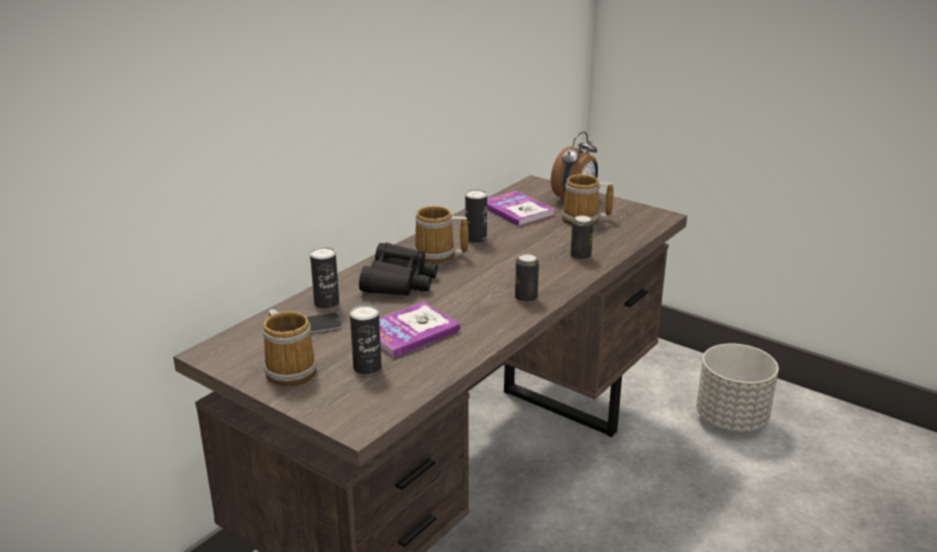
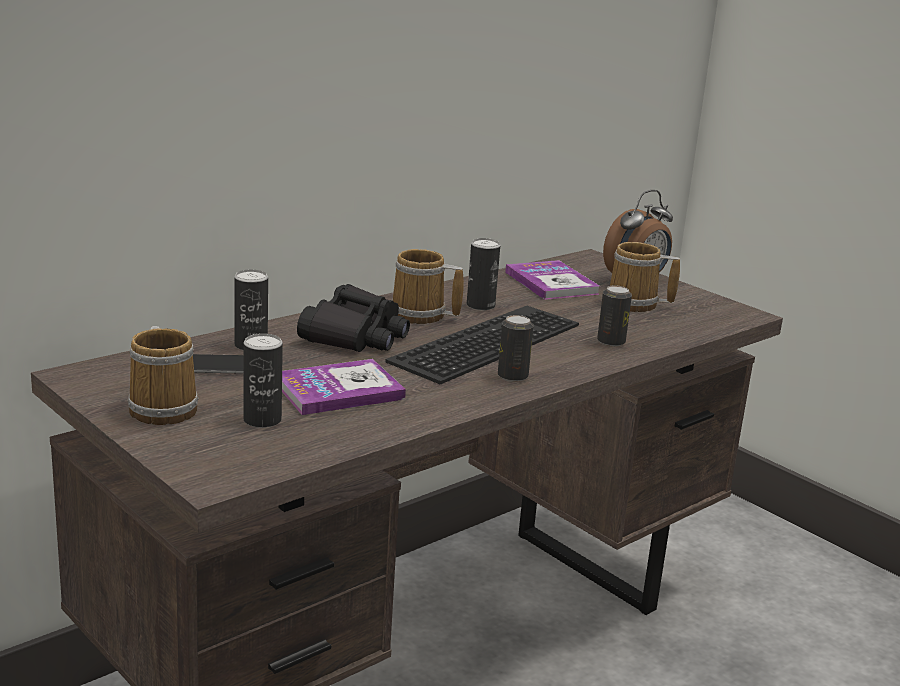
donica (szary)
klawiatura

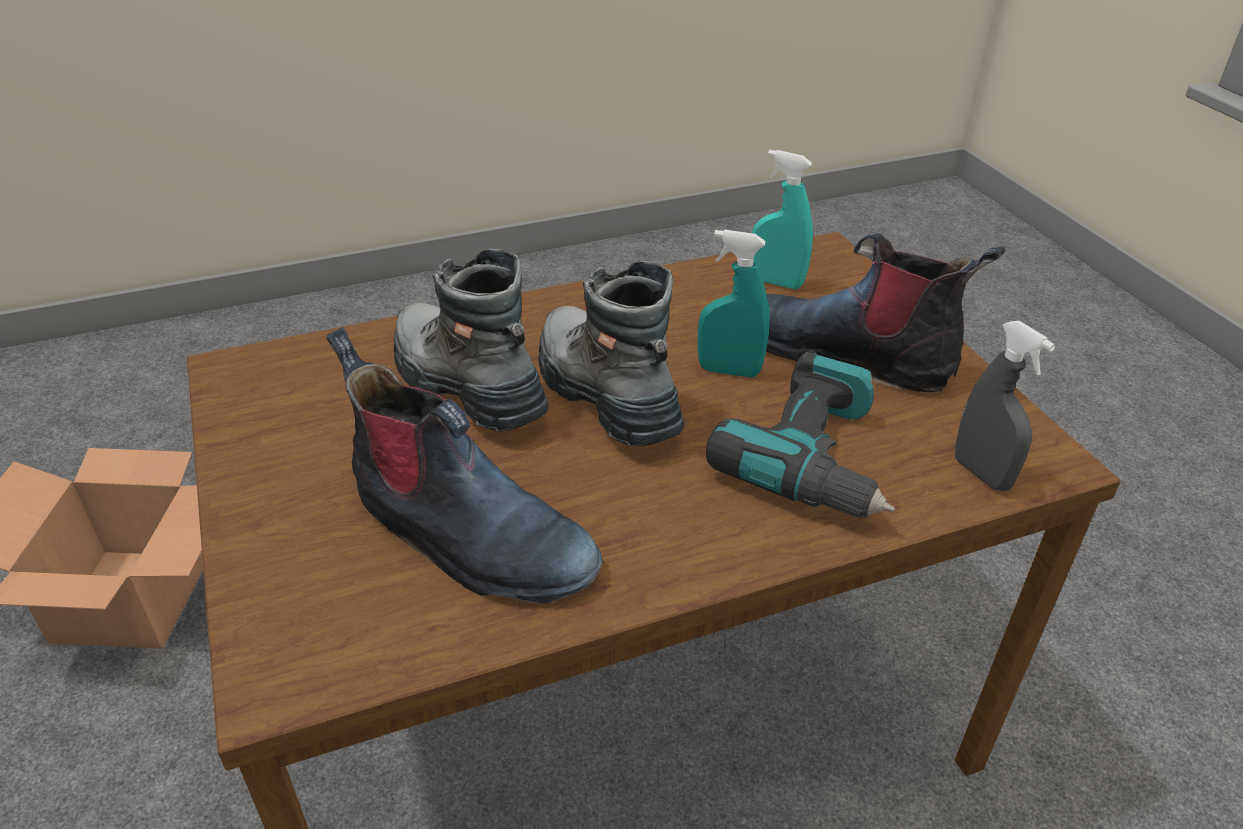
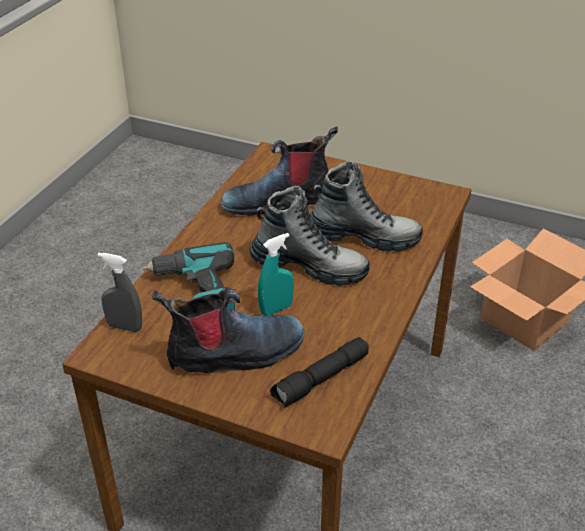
latarka (czarny)

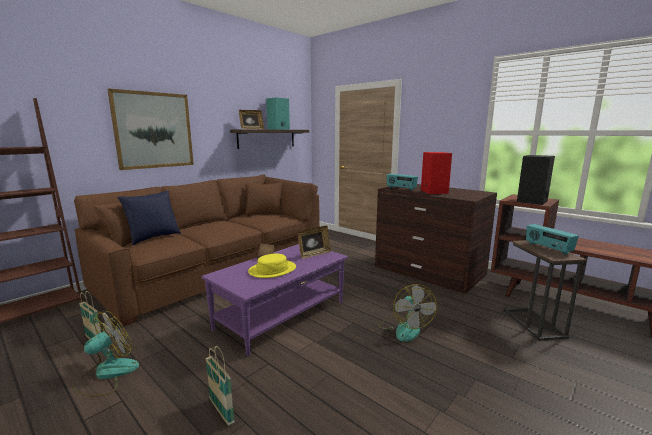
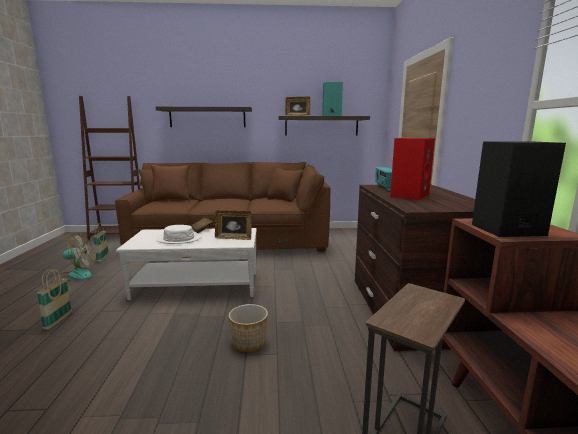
radio (no. 2 from left in the first image)
półka (no. 1 from left)
donica
poduszka (brązowy)
ława (biały)
kapelusz (biały)

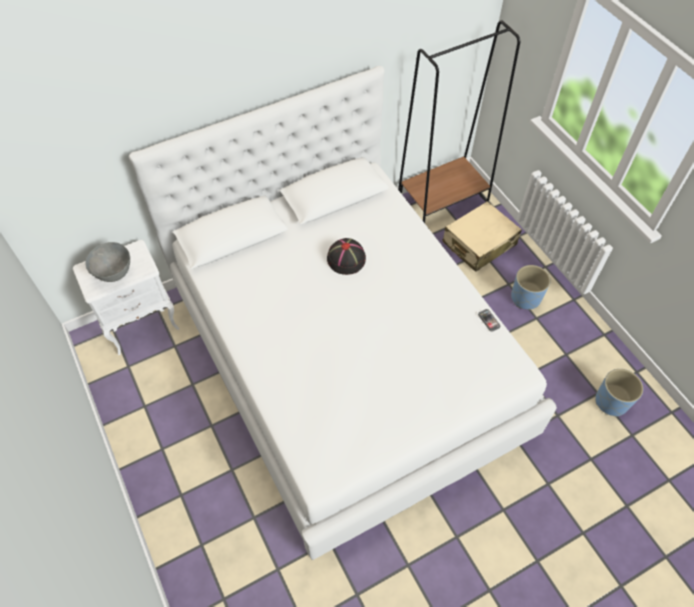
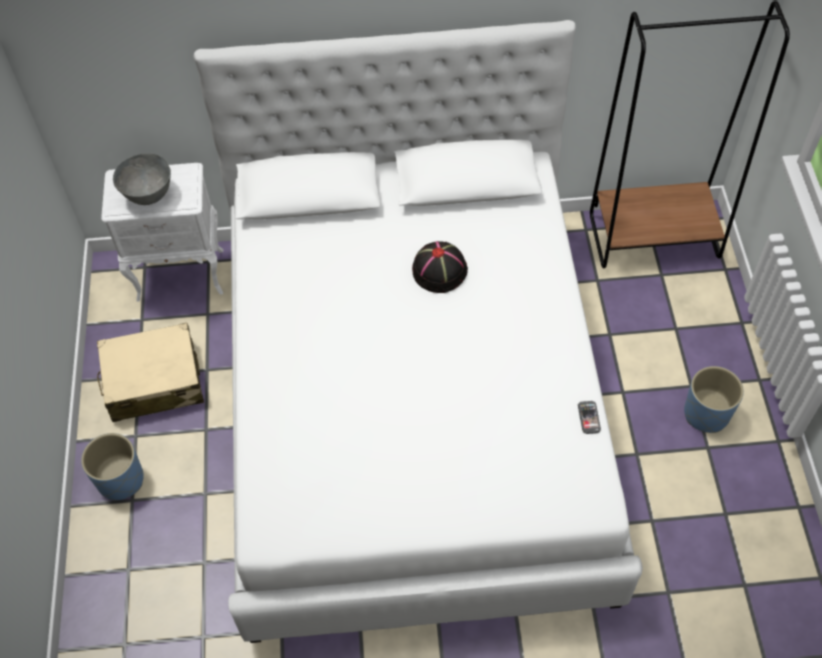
walizka (beżowy)
donica (niebieski) (no. 1 from left)

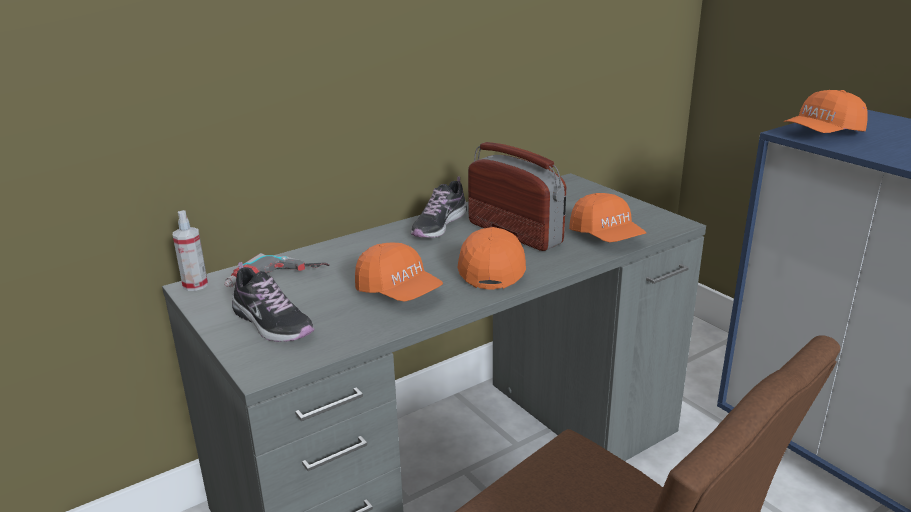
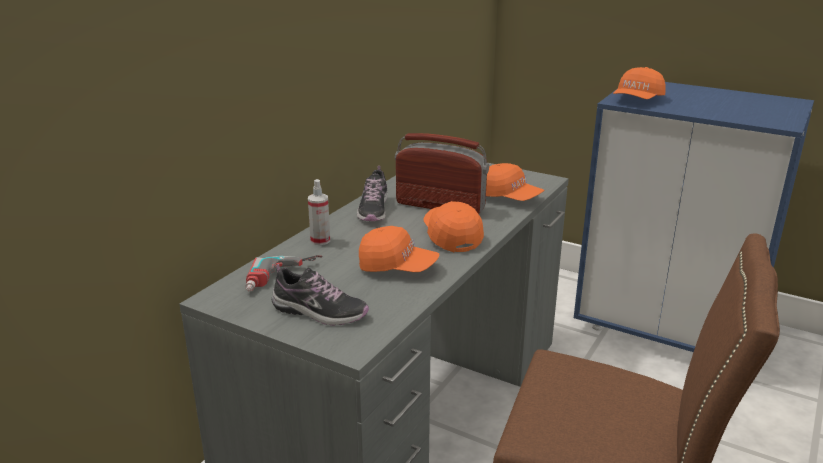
spryskiwacz

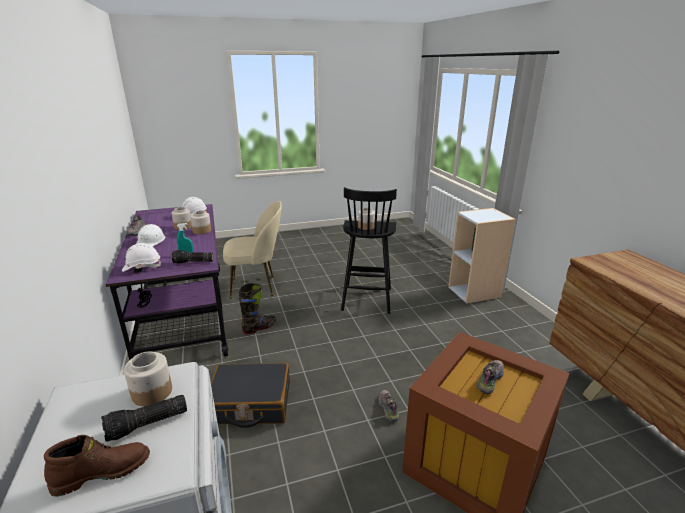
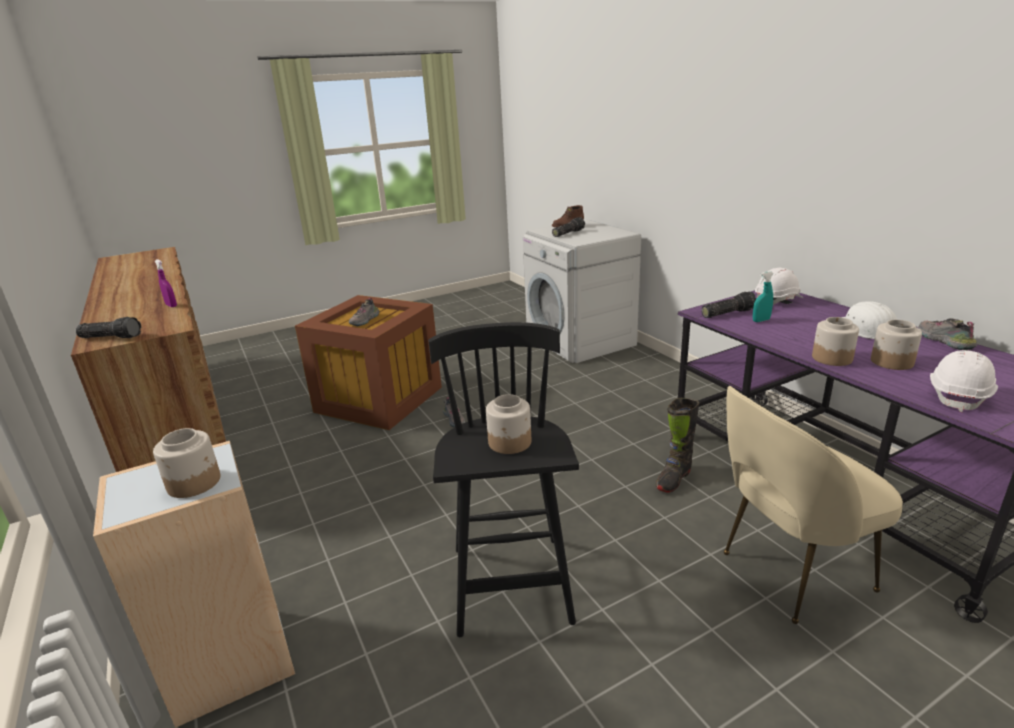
walizka (czarny)
latarka (no. 1 from left)
spryskiwacz (fioletowy)
słoik (no. 1 from left)

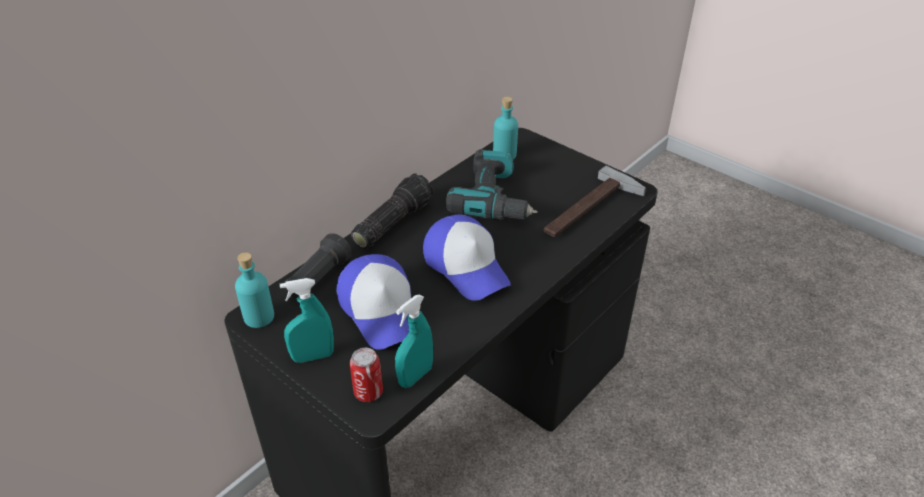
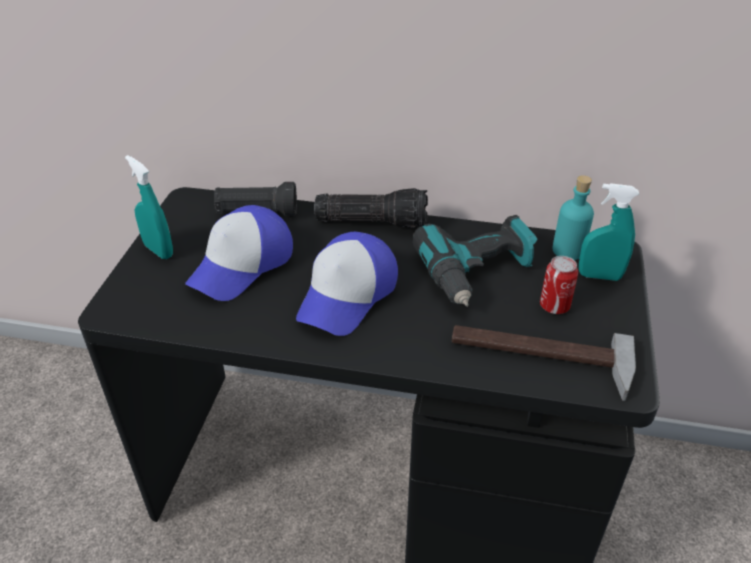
butelka (turkusowy) (no. 1 from left in the first image)
puszka
spryskiwacz (turkusowy) (no. 2 from left)

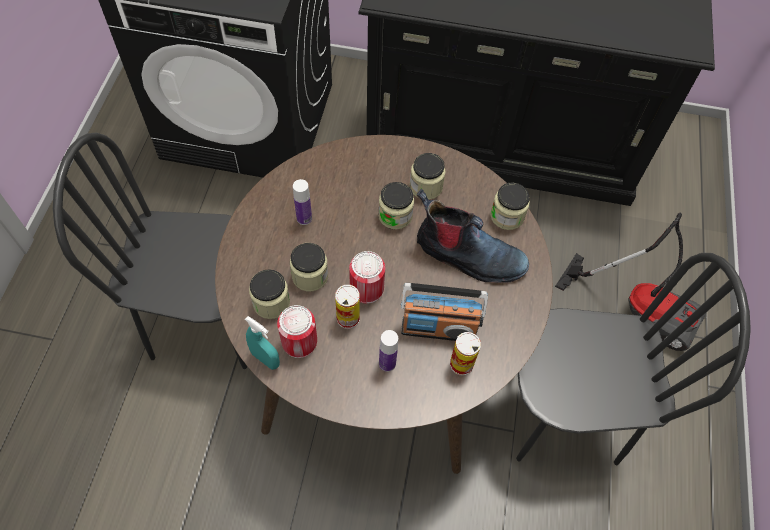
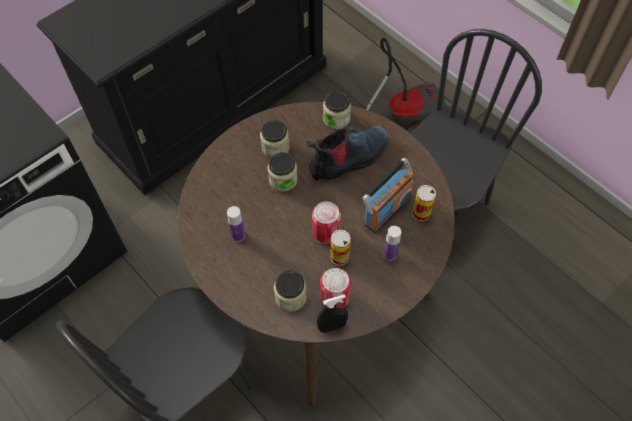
słoik (no. 2 from left in the first image)
spryskiwacz (czarny)

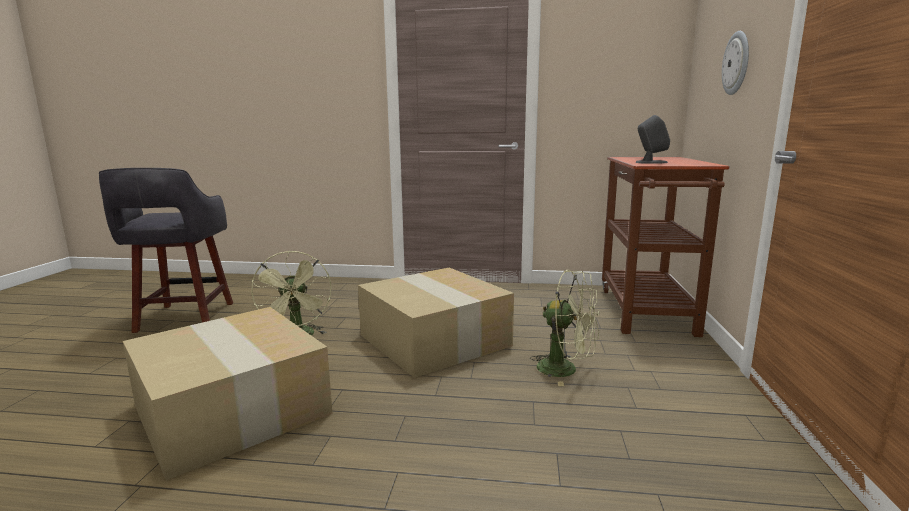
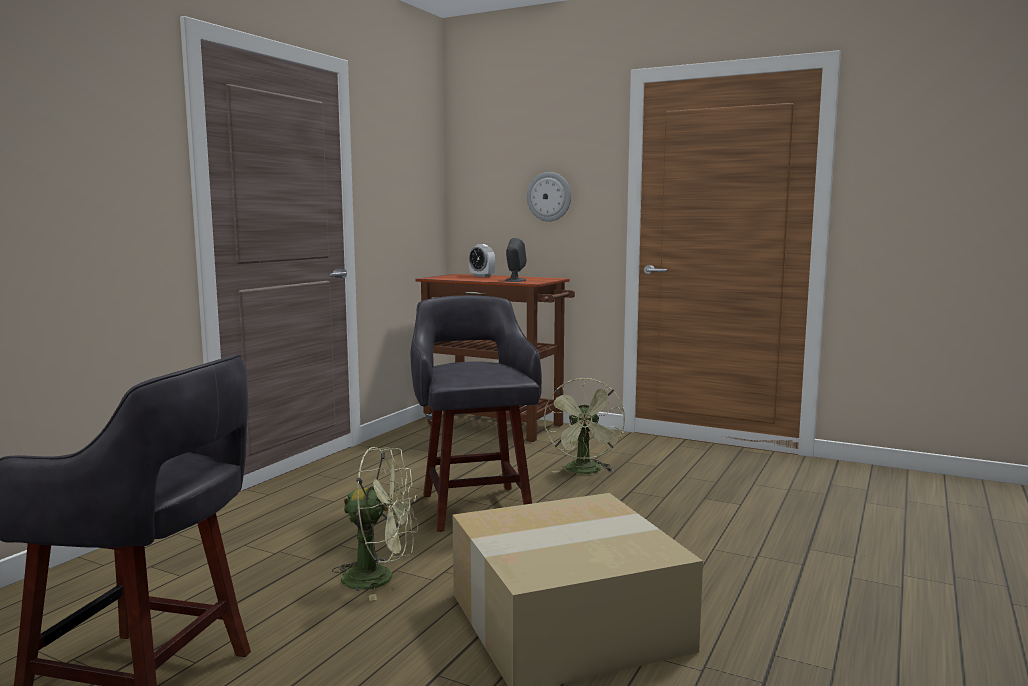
budzik
stołek (szary) (no. 2 from left)
wentylator (zielony) (no. 2 from left)

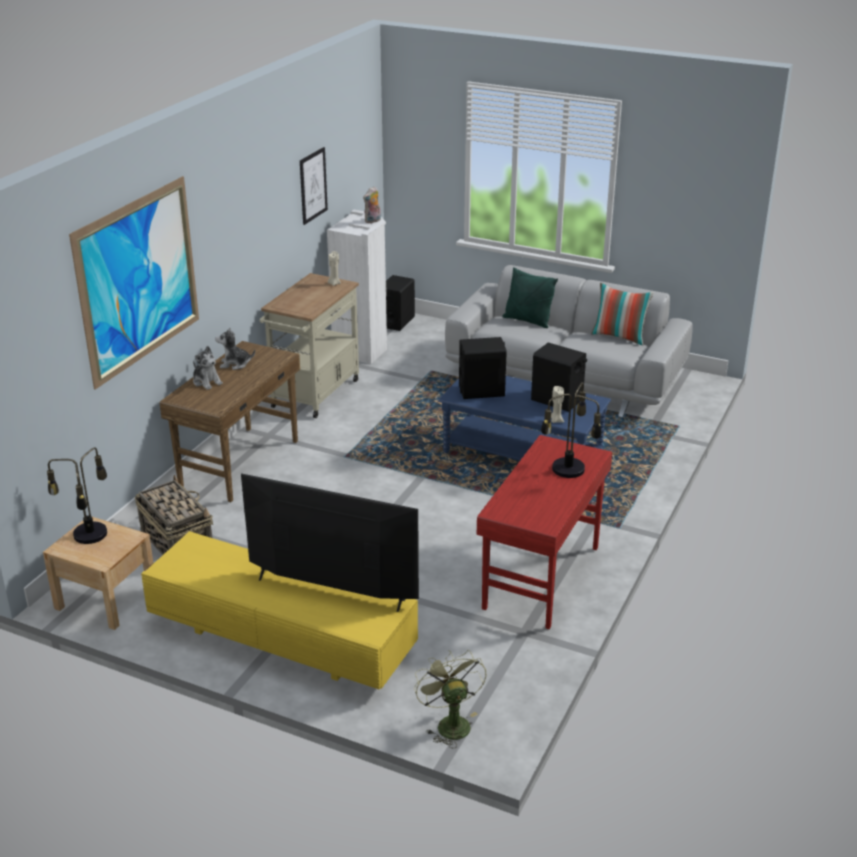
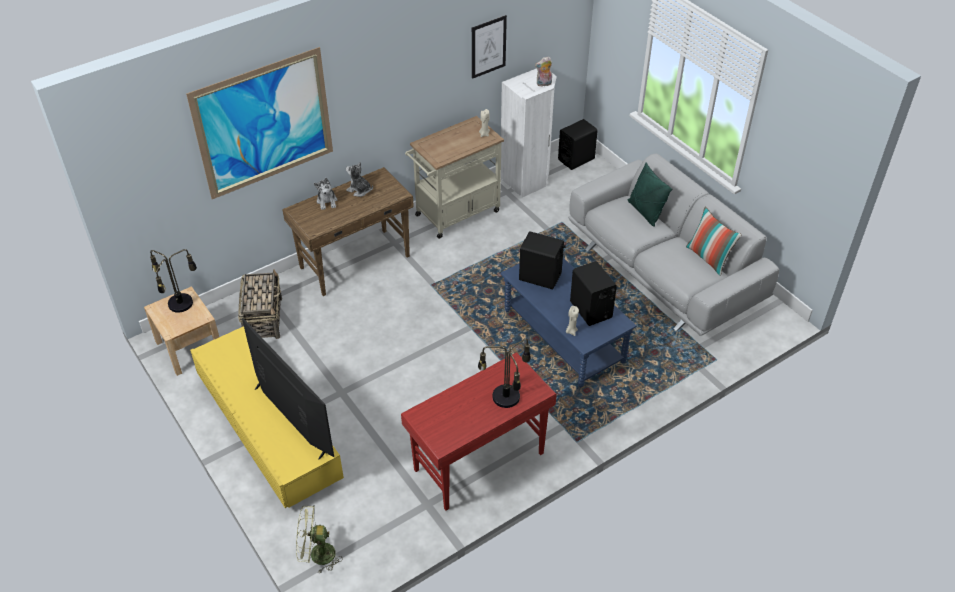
wentylator (zielony)

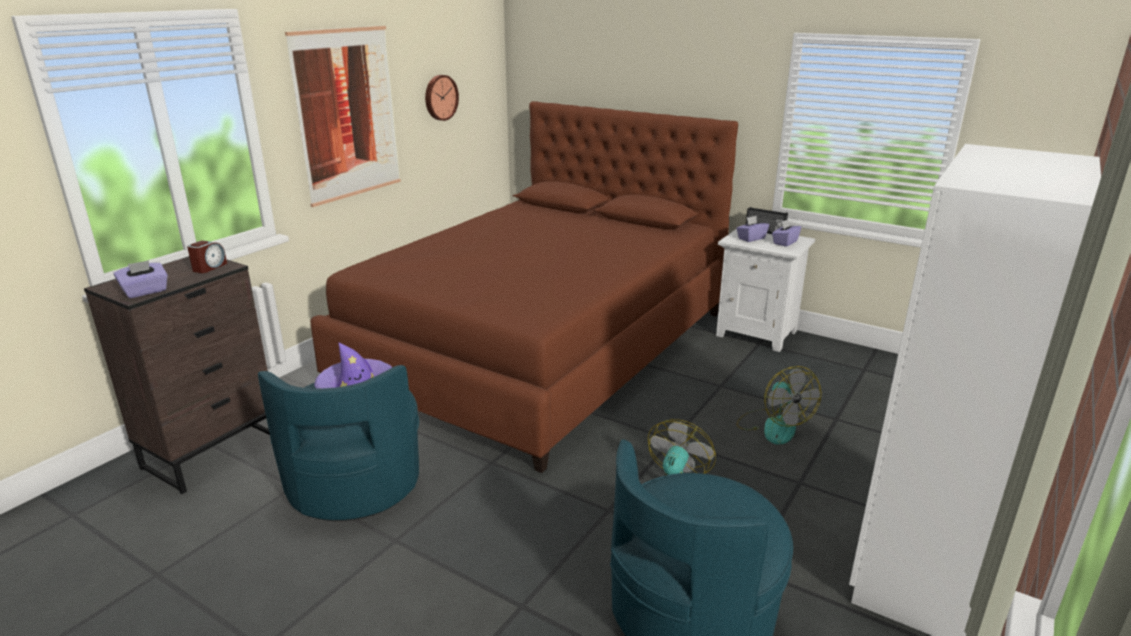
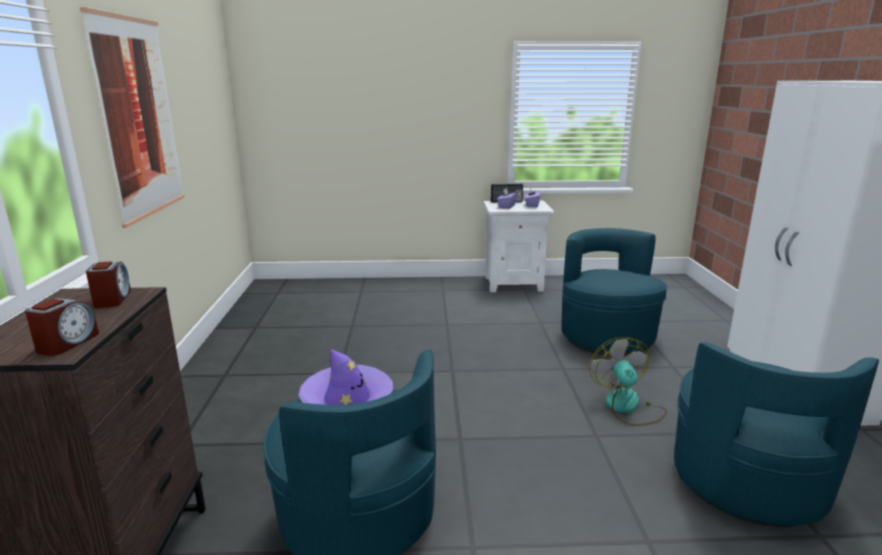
łóżko (brązowy)
zegar ścienny
budzik (no. 1 from left)
fotel (turkusowy) (no. 2 from left)

